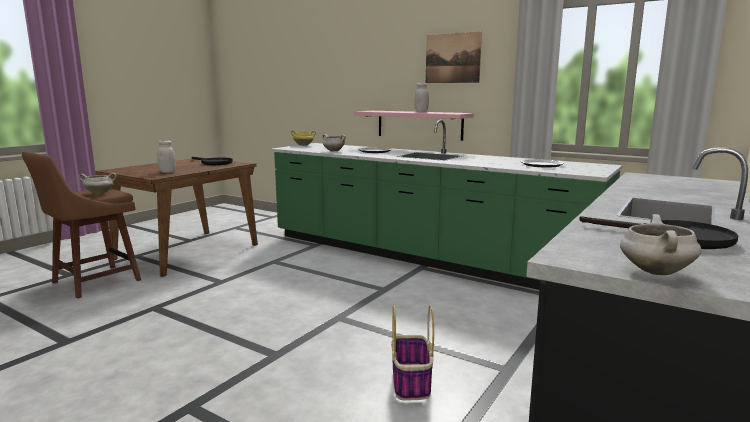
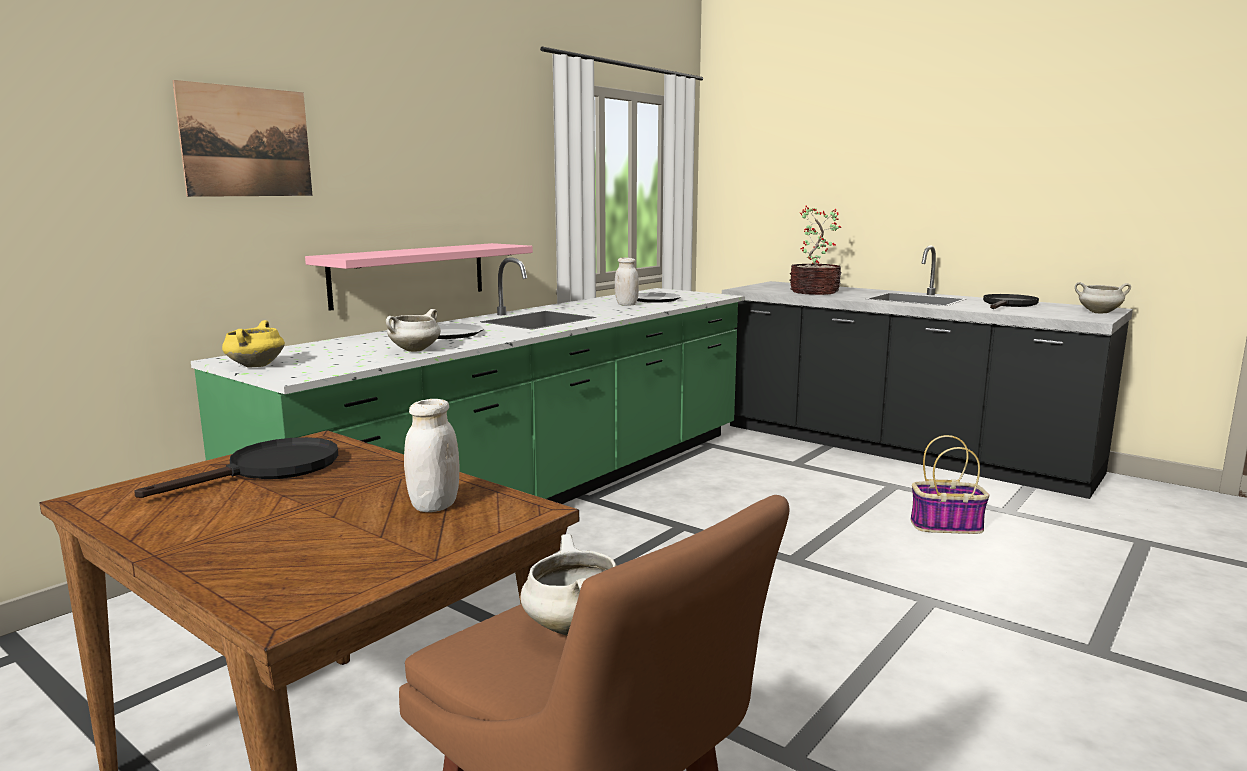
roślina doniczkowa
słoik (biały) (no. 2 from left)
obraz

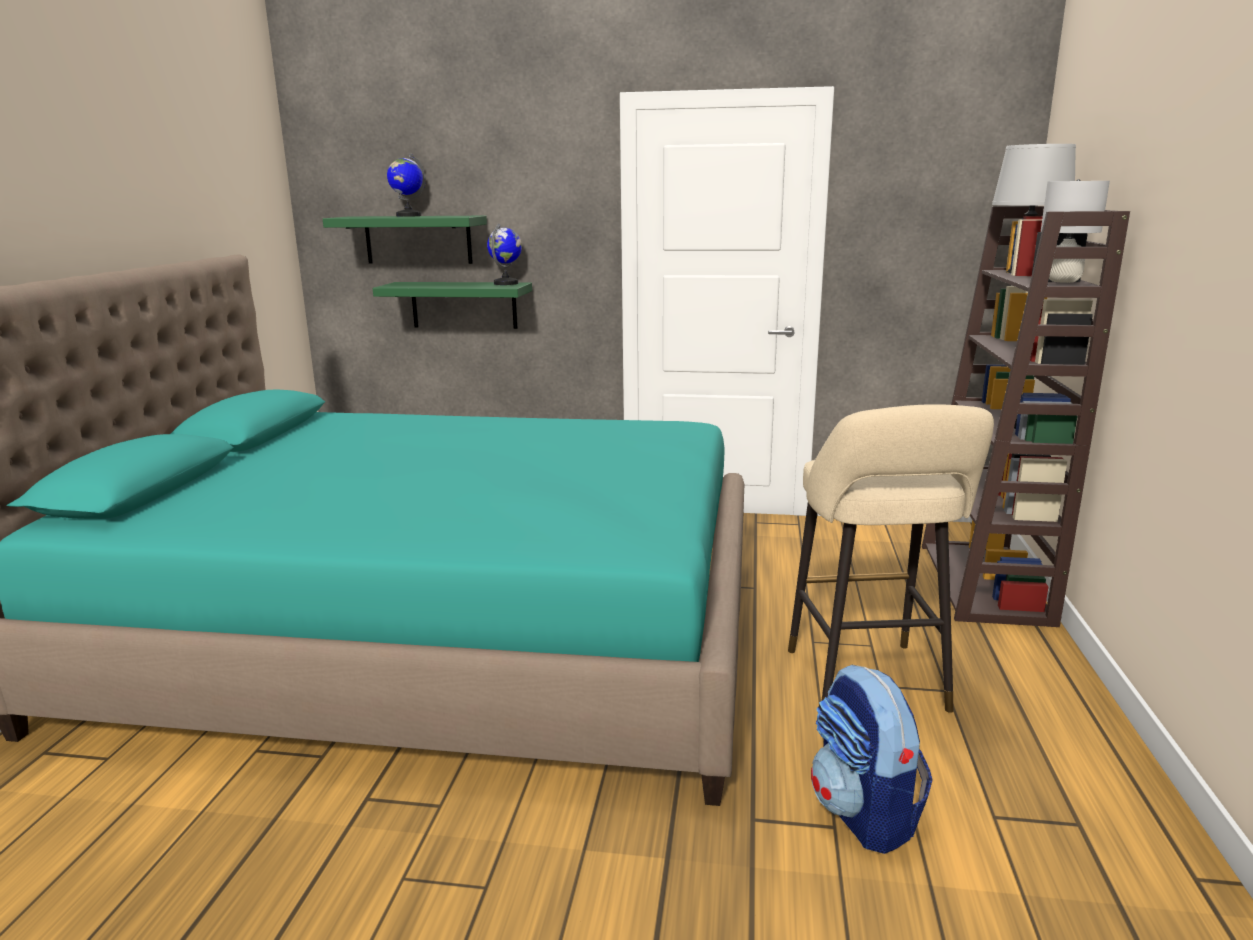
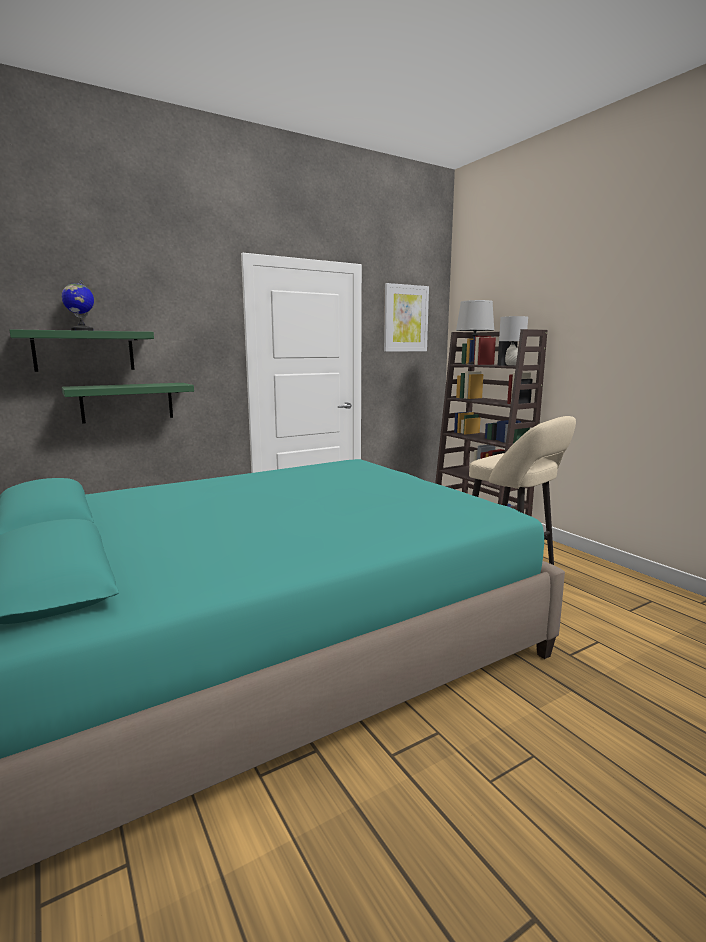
globus (no. 2 from left in the first image)
plecak
obraz

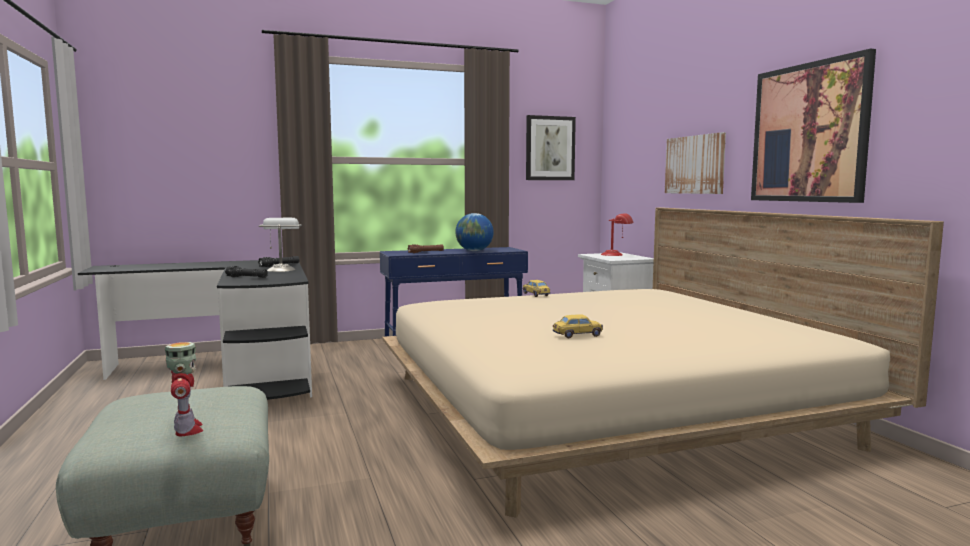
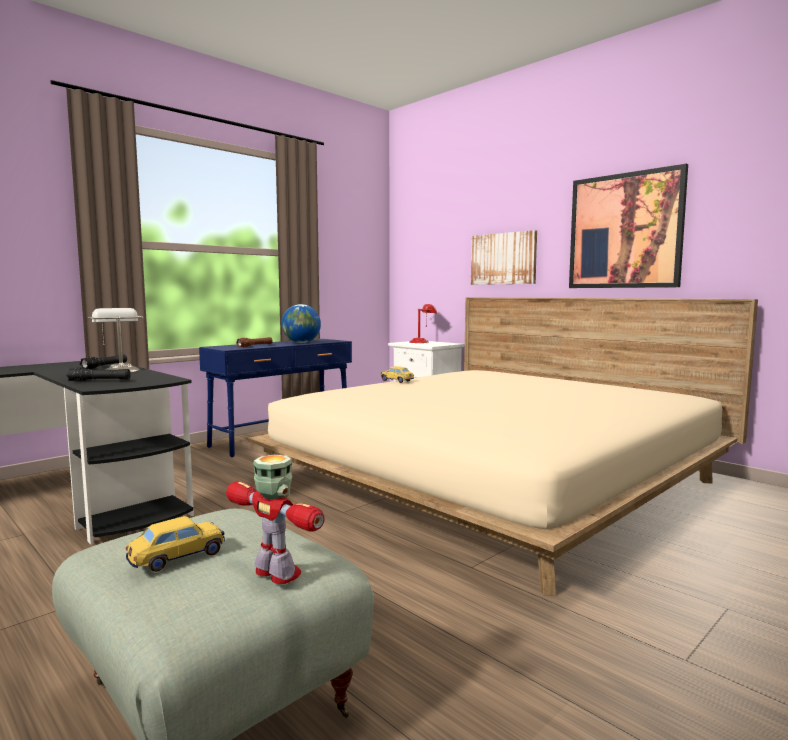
obraz (no. 1 from left in the first image)
samochodzik (no. 1 from left)

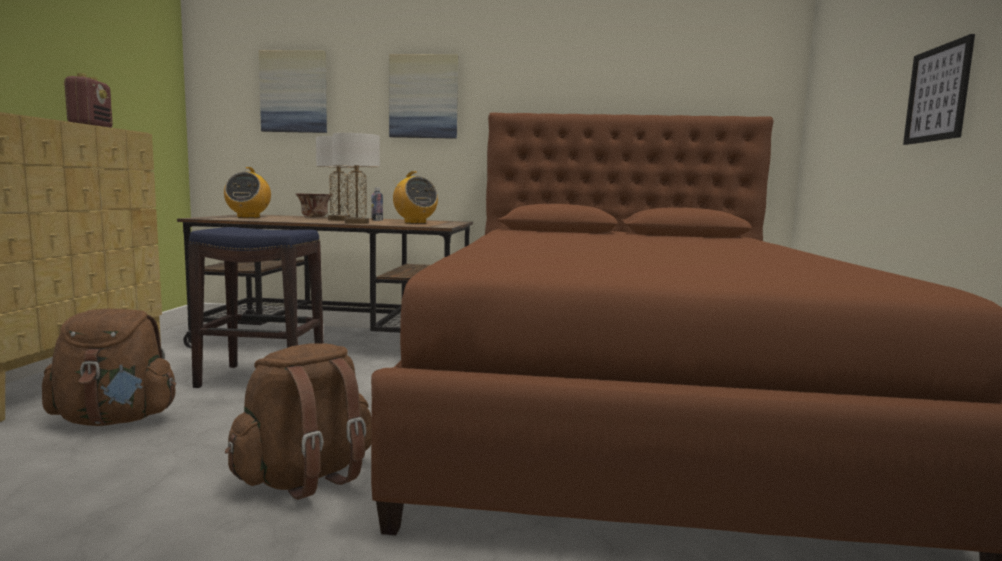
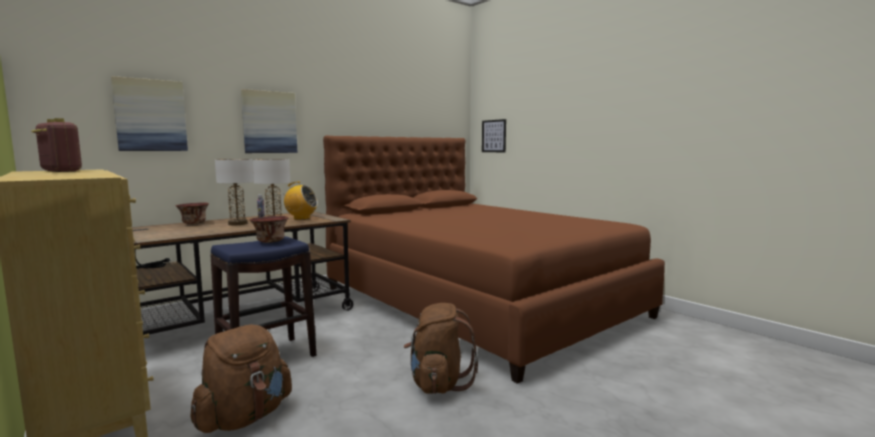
radio (no. 2 from left in the first image)
miska (no. 2 from left)
obraz (no. 3 from left)

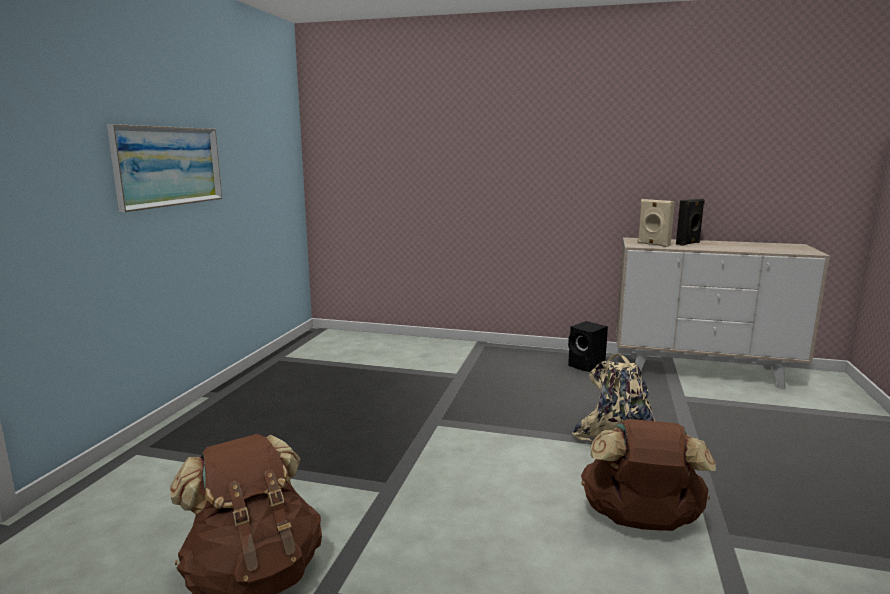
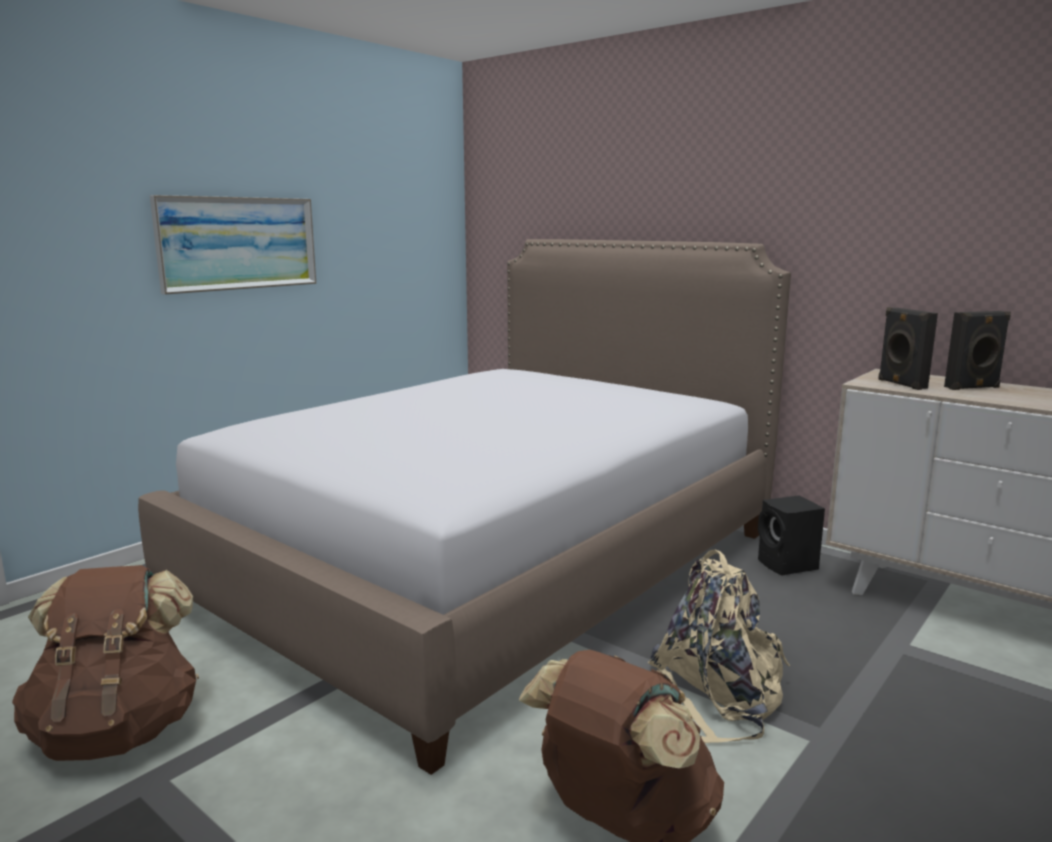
łóżko
głośnik (czarny) (no. 2 from left)

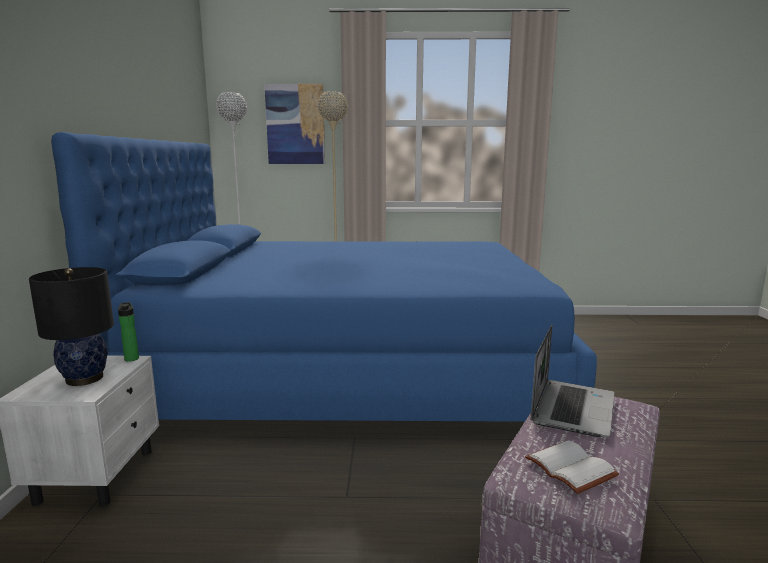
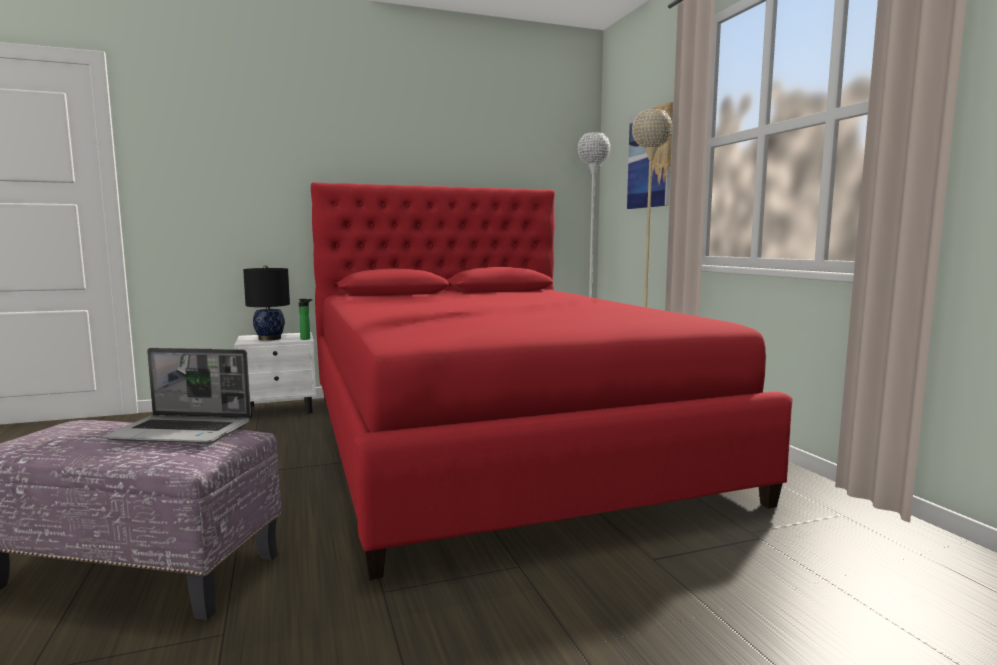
książka (biały)
łóżko (czerwony)

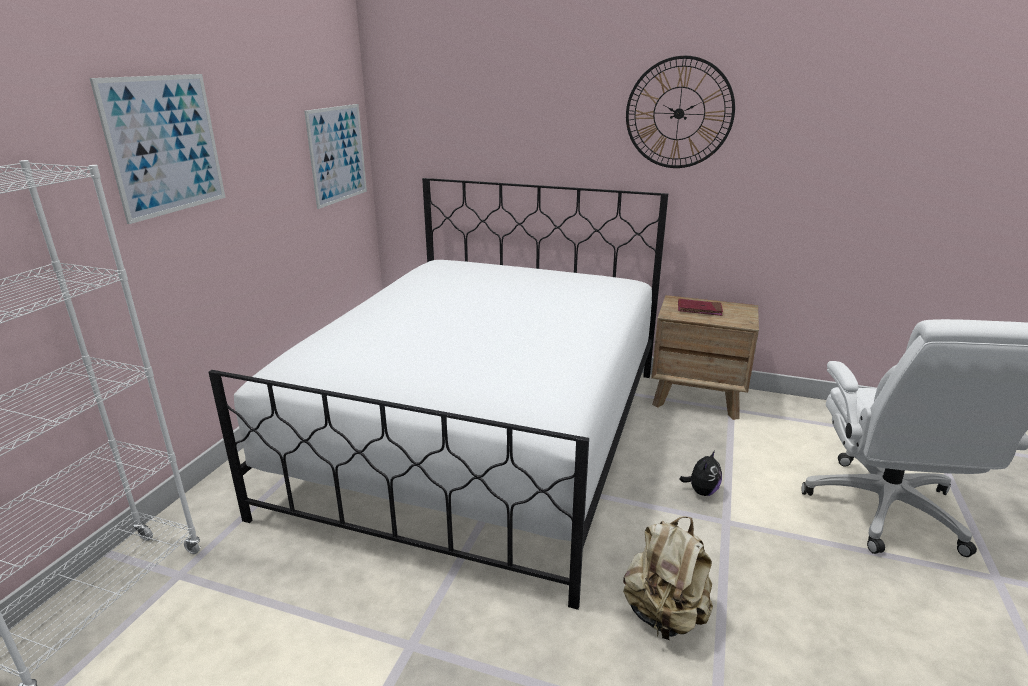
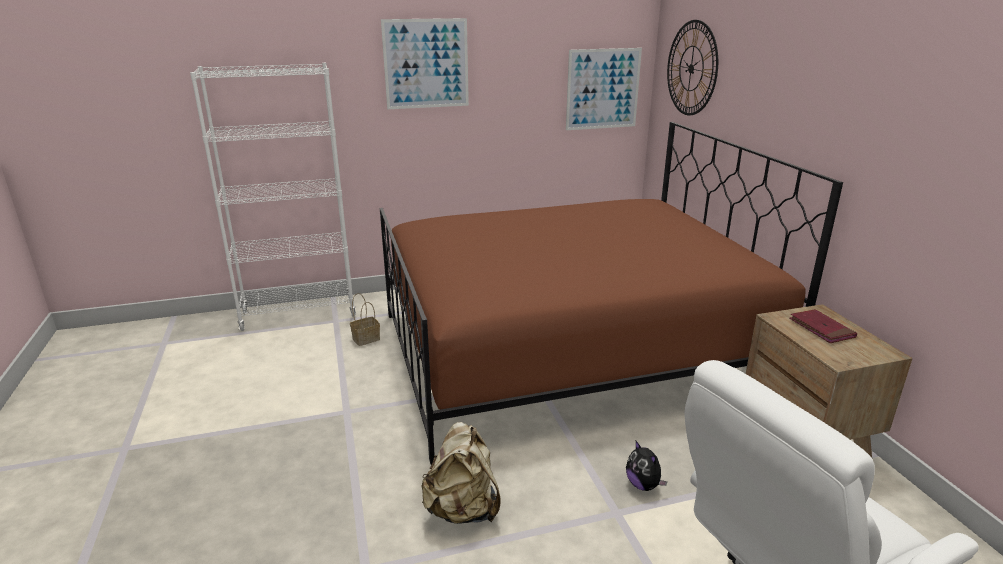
koszyk
zegar ścienny
łóżko (brązowy)
pluszak

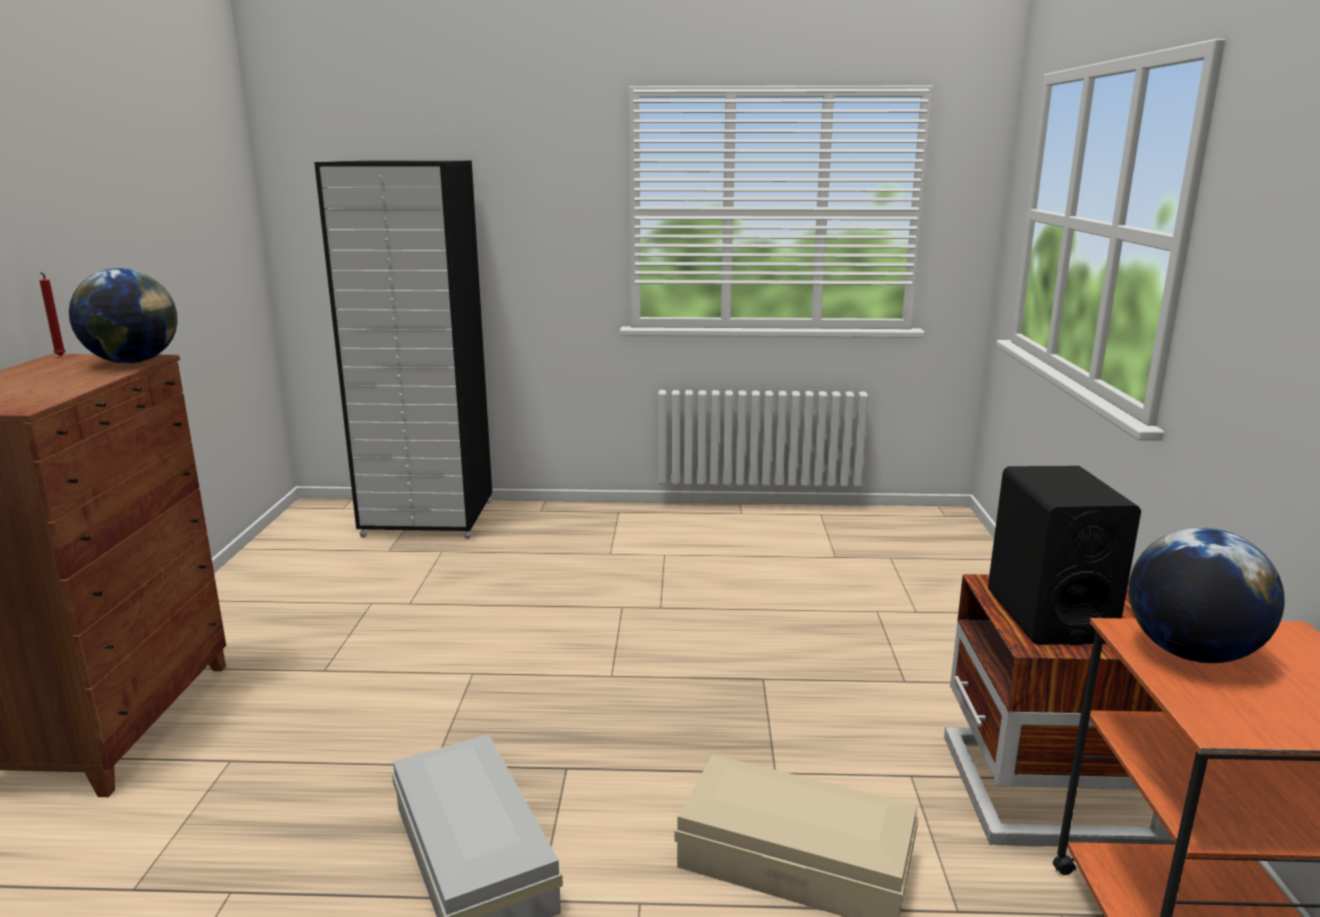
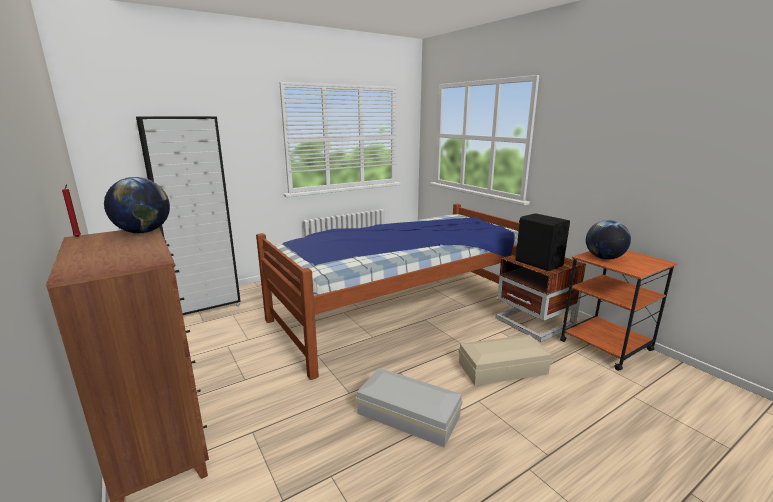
łóżko

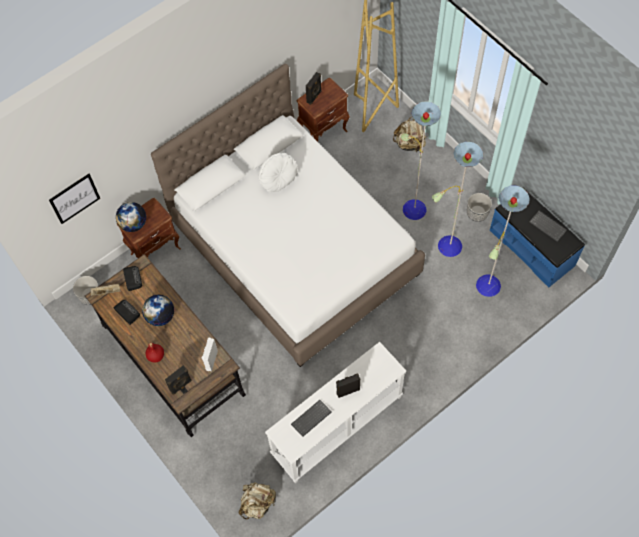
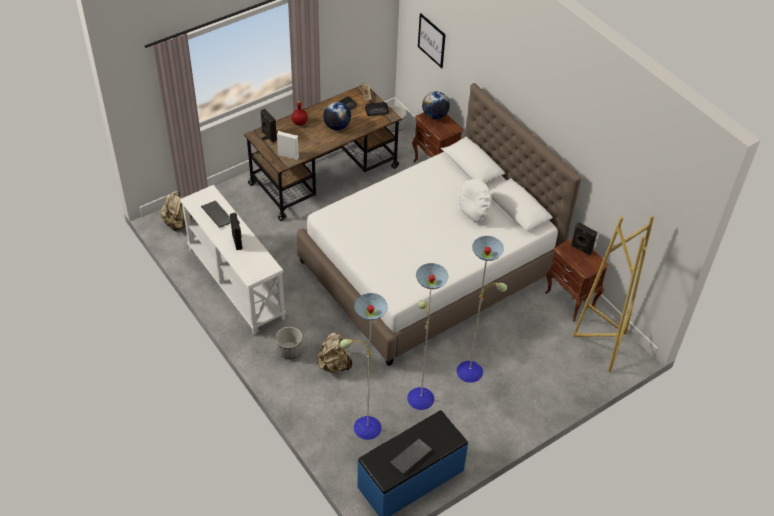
plecak (beżowy) (no. 2 from left)
donica (no. 1 from left)

